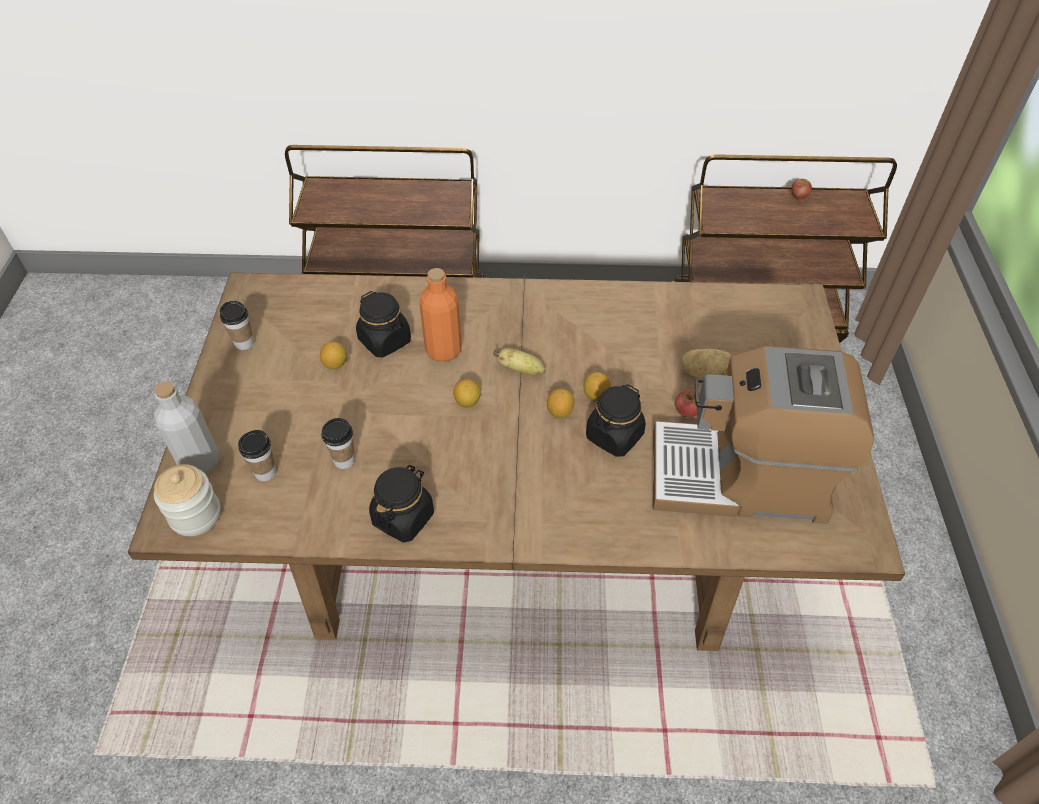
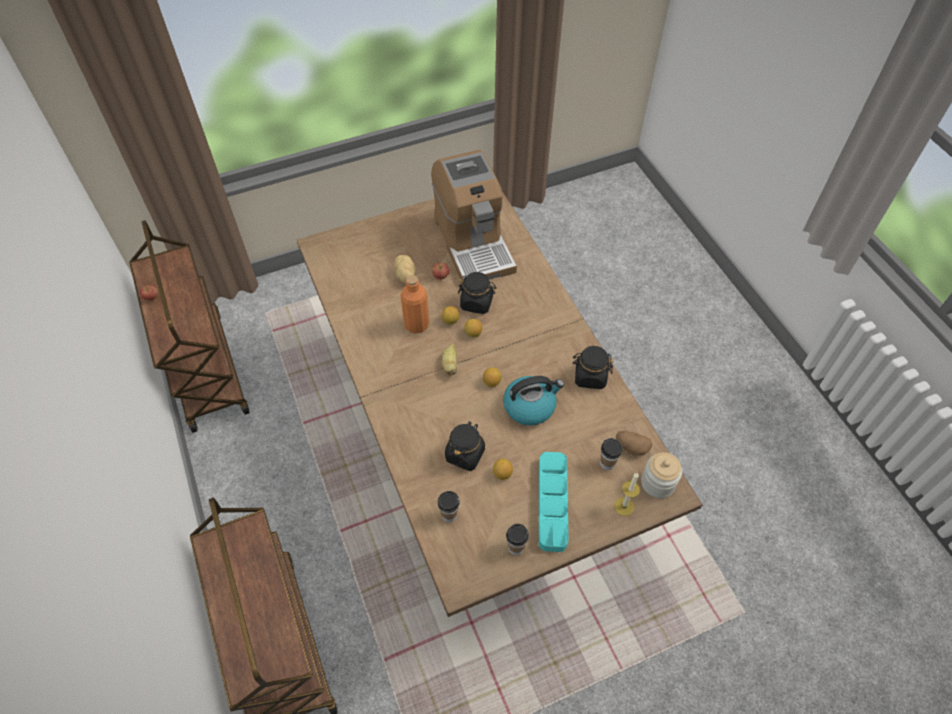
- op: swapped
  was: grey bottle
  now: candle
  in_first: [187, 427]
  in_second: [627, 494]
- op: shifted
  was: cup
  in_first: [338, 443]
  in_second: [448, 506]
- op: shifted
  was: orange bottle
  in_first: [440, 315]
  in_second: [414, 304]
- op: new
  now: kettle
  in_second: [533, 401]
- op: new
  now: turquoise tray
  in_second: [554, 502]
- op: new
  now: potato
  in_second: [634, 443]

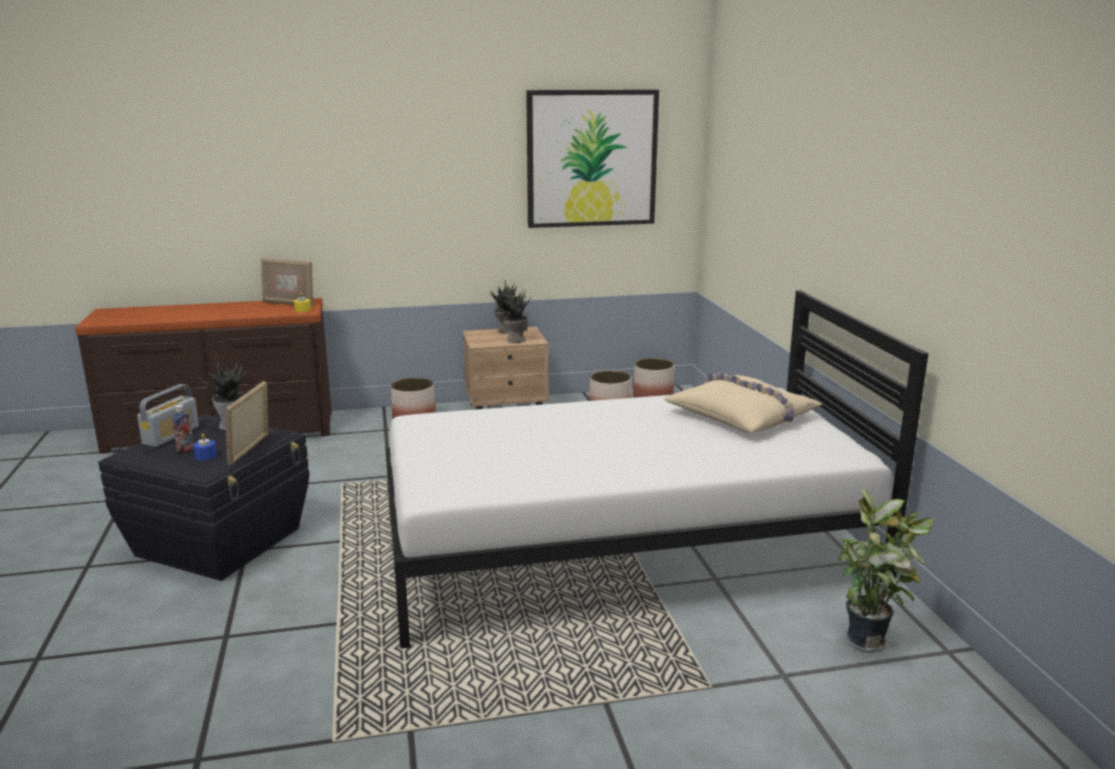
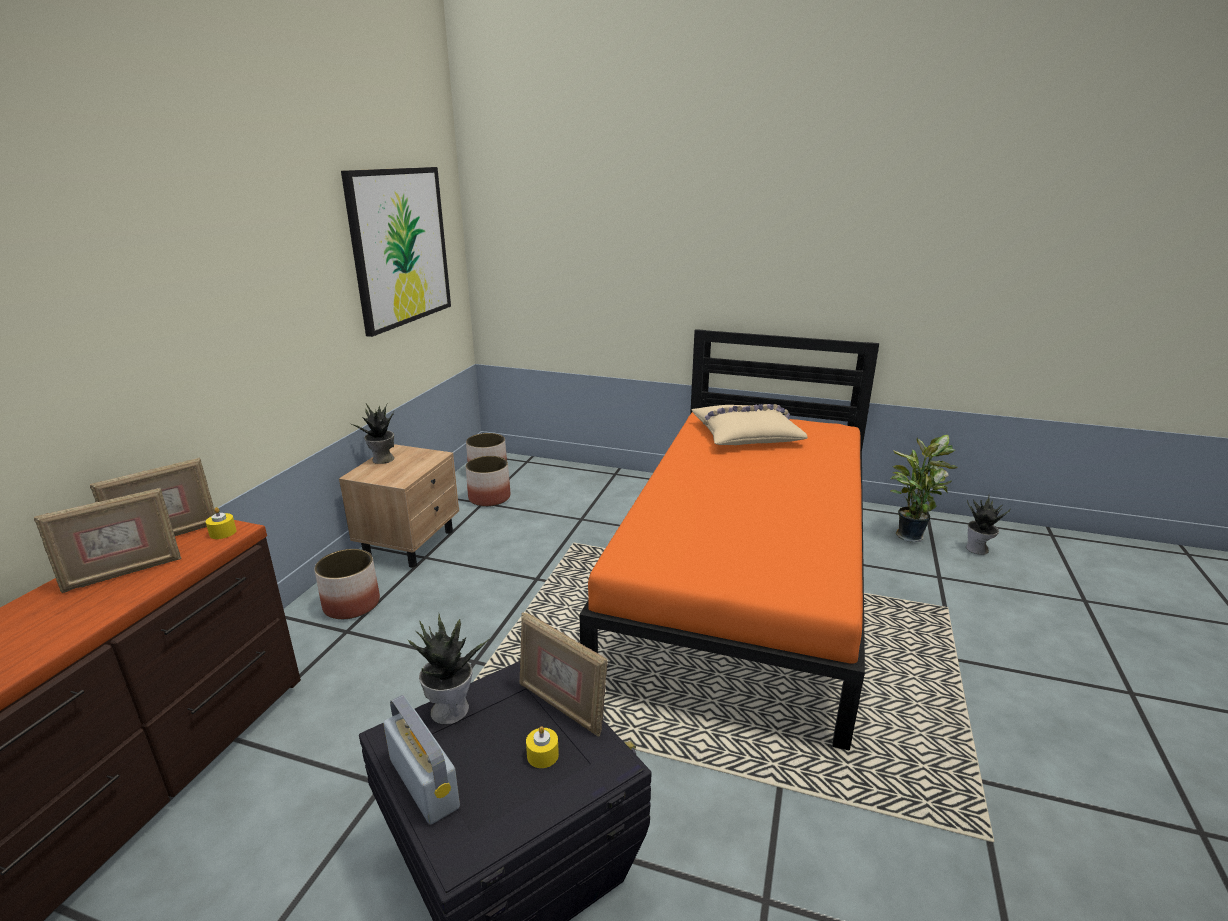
- op: gone
  was: bottle
  in_first: [183, 429]
- op: repainted
  was: blue candle
  now: yellow candle
  in_first: [205, 447]
  in_second: [542, 747]
- op: repainted
  was: white bed
  now: orange bed
  in_first: [657, 469]
  in_second: [729, 540]
- op: shifted
  was: potted plant
  in_first: [512, 315]
  in_second: [988, 525]
- op: new
  now: picture frame
  in_second: [107, 540]

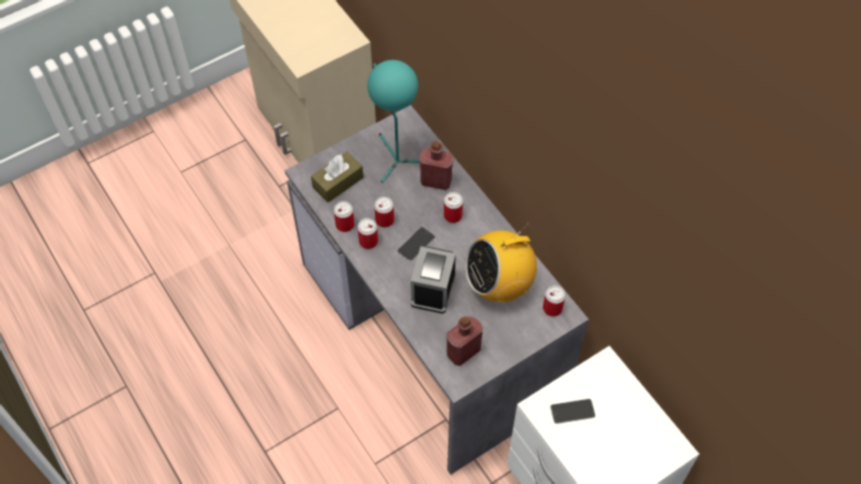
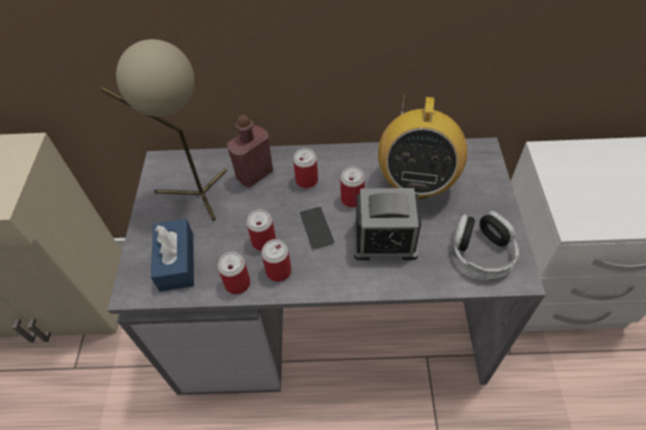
- op: repainted
  was: brown tissue box
  now: blue tissue box
  in_first: [337, 177]
  in_second: [172, 255]
- op: repainted
  was: turquoise table lamp
  now: beige table lamp
  in_first: [393, 121]
  in_second: [164, 130]
- op: rotated
  was: alarm clock
  in_first: [433, 280]
  in_second: [387, 224]
  clockwise: -45
- op: swapped
  was: red bottle
  now: headphones
  in_first: [464, 341]
  in_second: [485, 245]
- op: shifted
  was: can
  in_first: [554, 301]
  in_second: [352, 187]
- op: gone
  was: phone
  in_first: [572, 411]

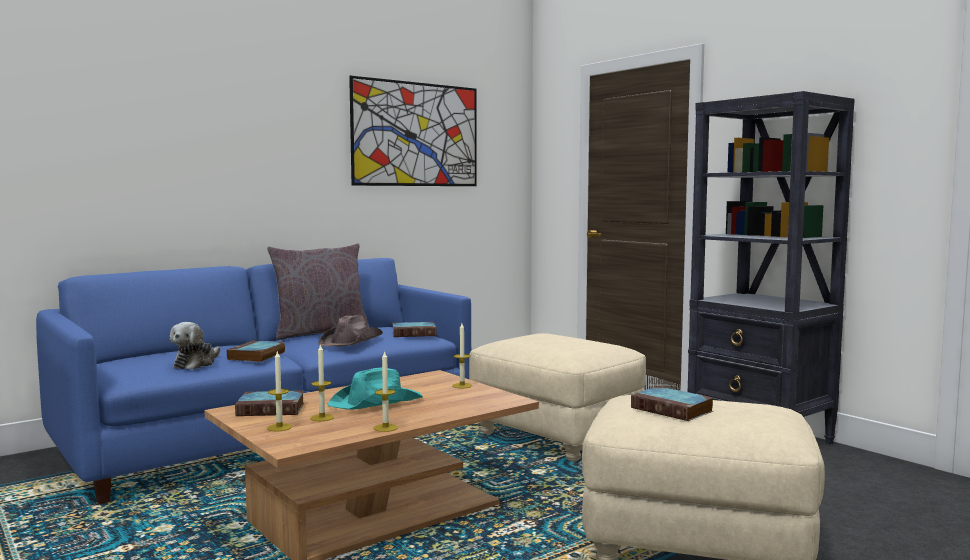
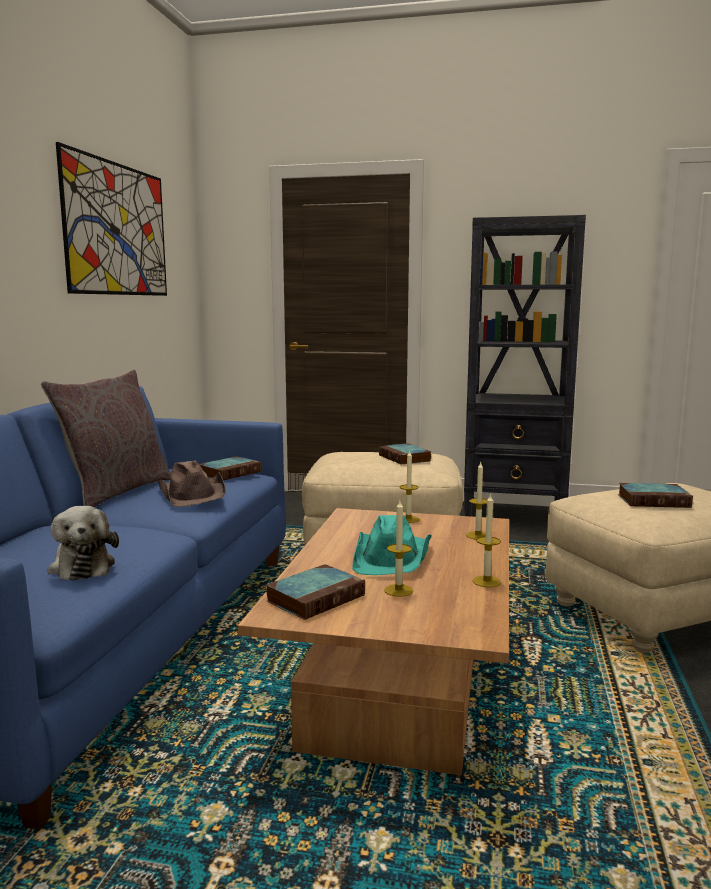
- op: shifted
  was: book
  in_first: [256, 351]
  in_second: [405, 454]
- op: shifted
  was: candle
  in_first: [279, 391]
  in_second: [476, 501]

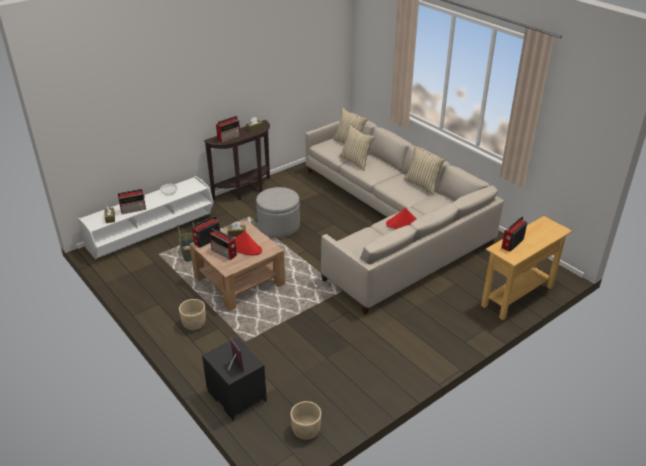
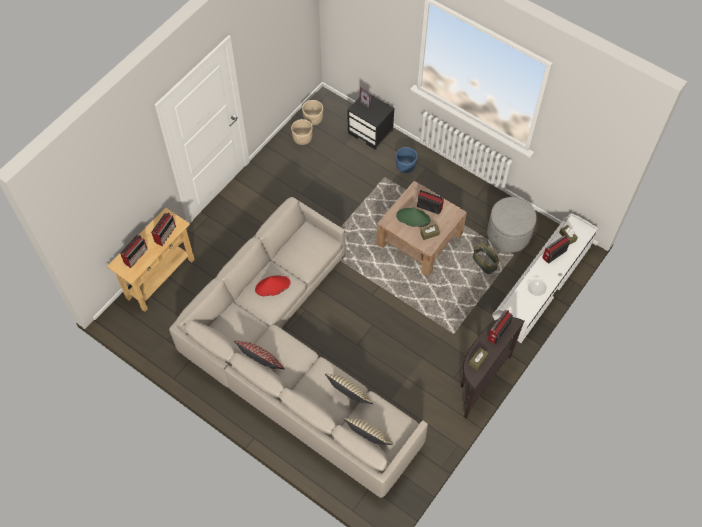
- op: shifted
  was: beige planter
  in_first: [192, 314]
  in_second: [302, 132]
- op: shifted
  was: radio
  in_first: [206, 232]
  in_second: [134, 251]
- op: repainted
  was: red hat
  now: green hat
  in_first: [248, 243]
  in_second: [413, 217]
- op: shifted
  was: grey ottoman
  in_first: [278, 212]
  in_second: [512, 225]
- op: repainted
  was: beige pillow
  now: red pillow
  in_first: [424, 170]
  in_second: [259, 354]
- op: new
  now: blue planter
  in_second: [406, 160]

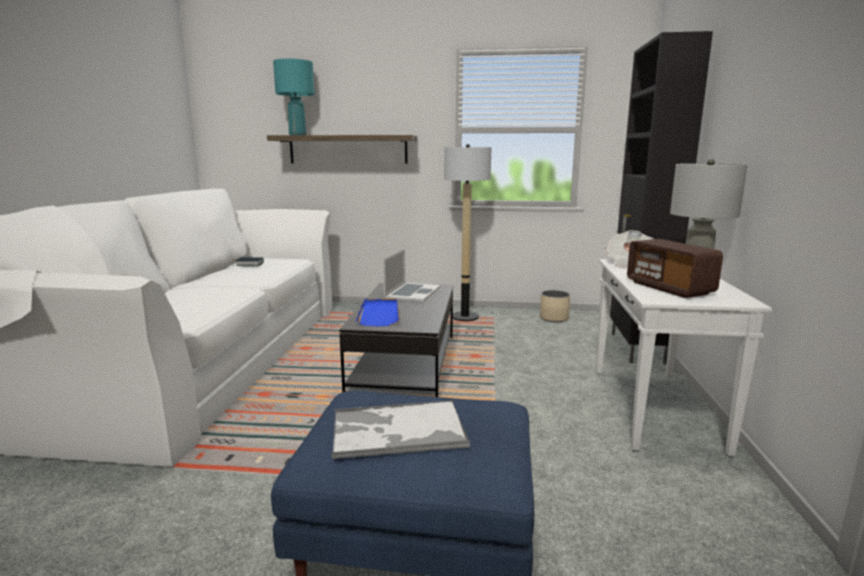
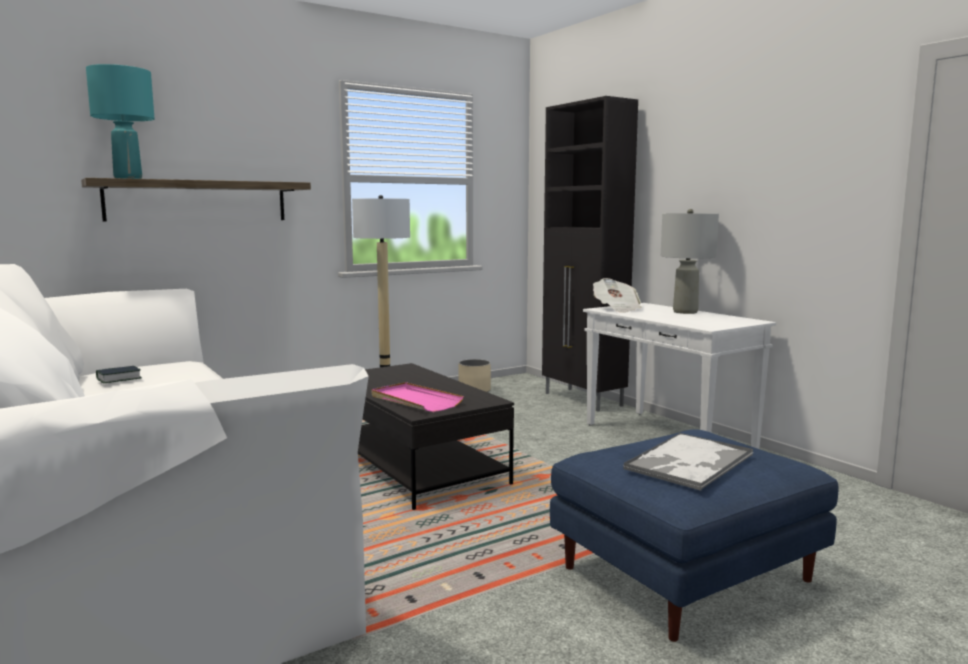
- op: repainted
  was: blue tray
  now: pink tray
  in_first: [378, 313]
  in_second: [418, 397]
- op: gone
  was: laptop
  in_first: [411, 275]
- op: gone
  was: radio
  in_first: [675, 268]

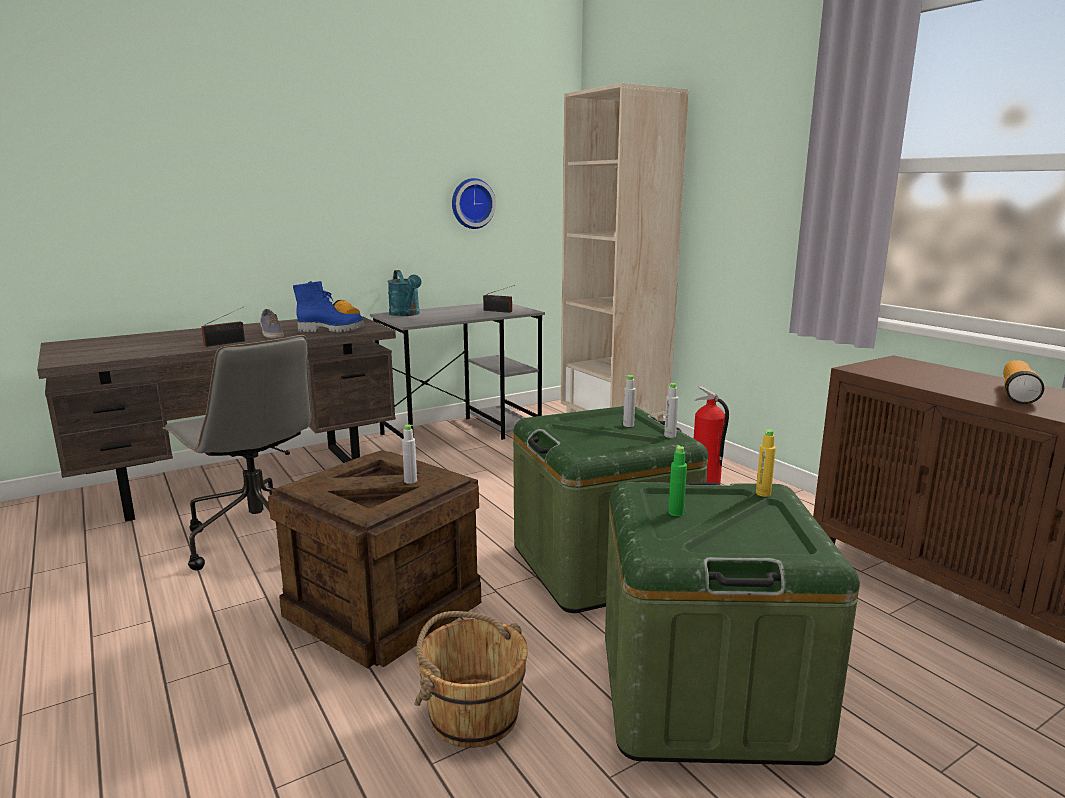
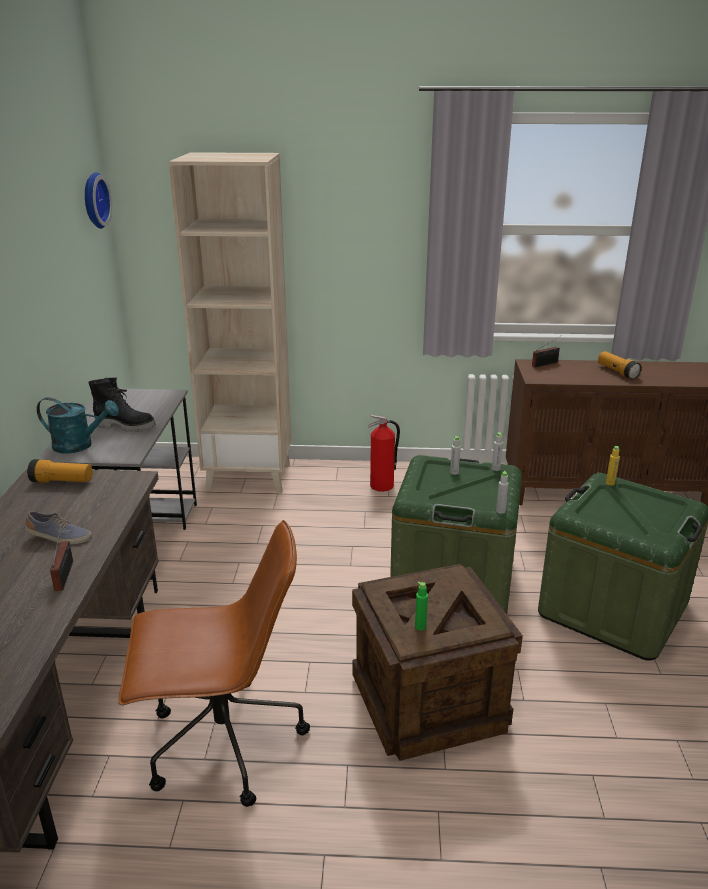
- op: repainted
  was: grey office chair
  now: brown office chair
  in_first: [237, 452]
  in_second: [214, 663]
- op: gone
  was: blue boot
  in_first: [329, 306]
- op: shifted
  was: grey bottle
  in_first: [409, 454]
  in_second: [502, 492]
- op: gone
  was: brown bucket
  in_first: [471, 679]
- op: shifted
  was: wall clock
  in_first: [474, 203]
  in_second: [98, 200]
- op: shifted
  was: radio
  in_first: [499, 299]
  in_second: [547, 351]
- op: shifted
  was: green bottle
  in_first: [677, 480]
  in_second: [421, 606]
- op: new
  now: black boot
  in_second: [122, 404]

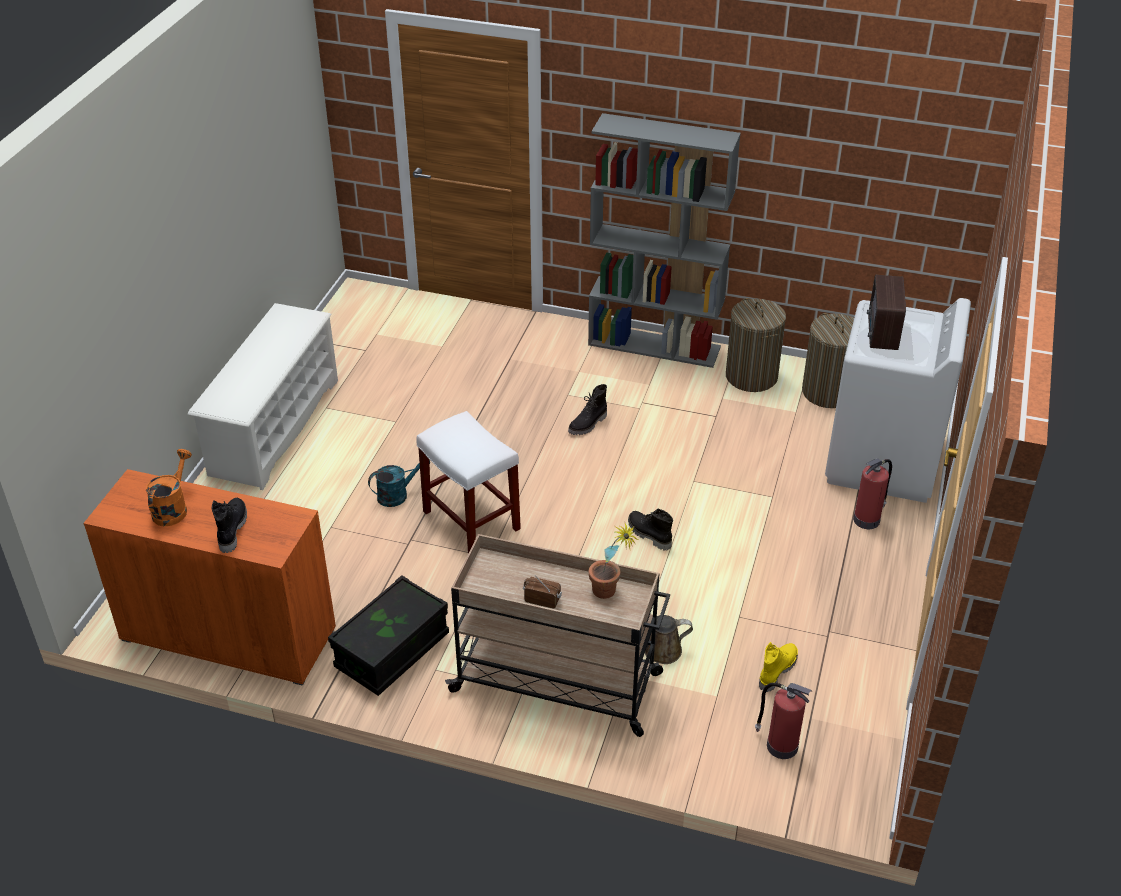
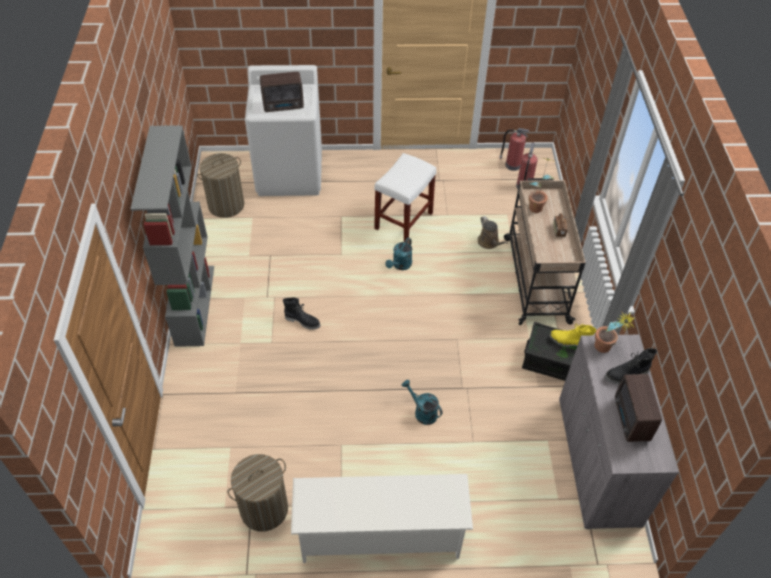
- op: repainted
  was: orange cabinet
  now: grey cabinet
  in_first: [209, 577]
  in_second: [619, 432]
- op: swapped
  was: orange watering can
  now: radio
  in_first: [169, 487]
  in_second: [638, 408]
- op: shifted
  was: white stool
  in_first: [468, 482]
  in_second: [405, 198]
- op: swapped
  was: black boot
  now: turquoise watering can
  in_first: [650, 530]
  in_second: [398, 254]
- op: shifted
  was: laundry basket
  in_first: [756, 345]
  in_second: [257, 493]
- op: shifted
  was: yellow boot
  in_first: [778, 667]
  in_second: [572, 335]
- op: shifted
  was: fire extinguisher
  in_first: [872, 493]
  in_second: [514, 149]
- op: new
  now: potted plant
  in_second: [615, 332]

